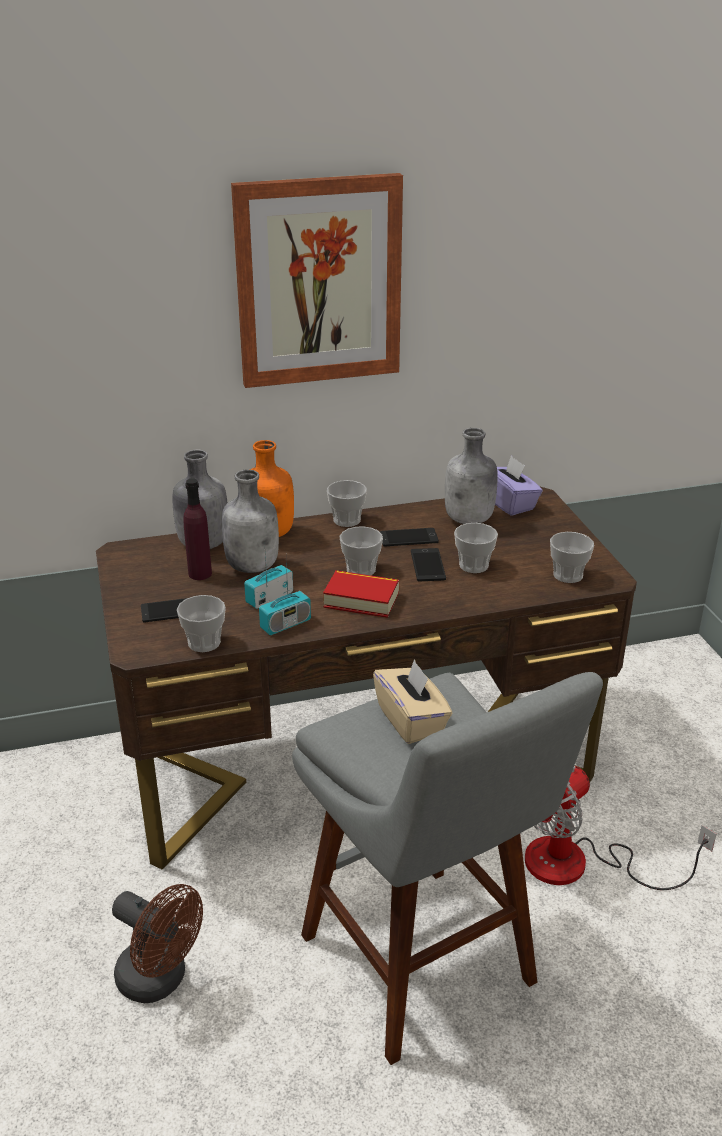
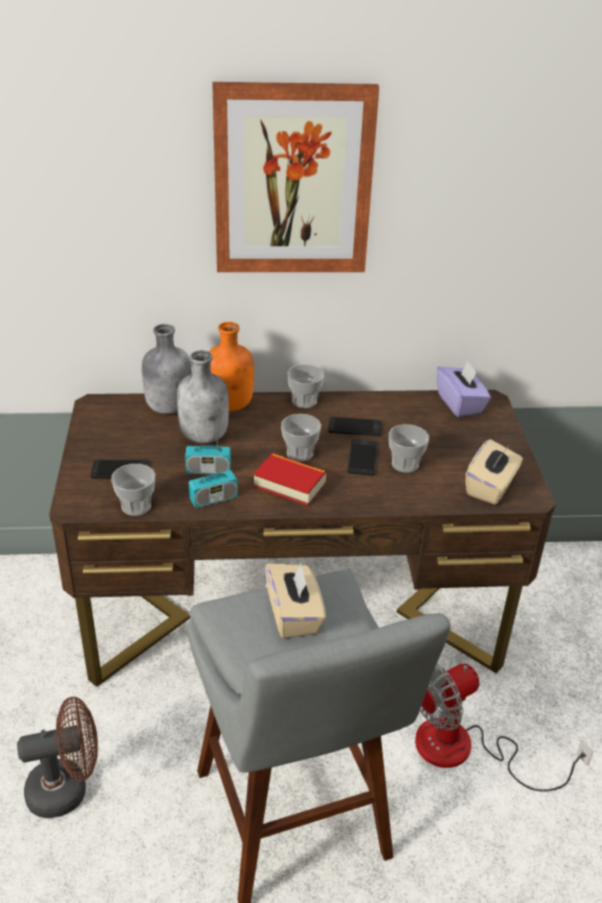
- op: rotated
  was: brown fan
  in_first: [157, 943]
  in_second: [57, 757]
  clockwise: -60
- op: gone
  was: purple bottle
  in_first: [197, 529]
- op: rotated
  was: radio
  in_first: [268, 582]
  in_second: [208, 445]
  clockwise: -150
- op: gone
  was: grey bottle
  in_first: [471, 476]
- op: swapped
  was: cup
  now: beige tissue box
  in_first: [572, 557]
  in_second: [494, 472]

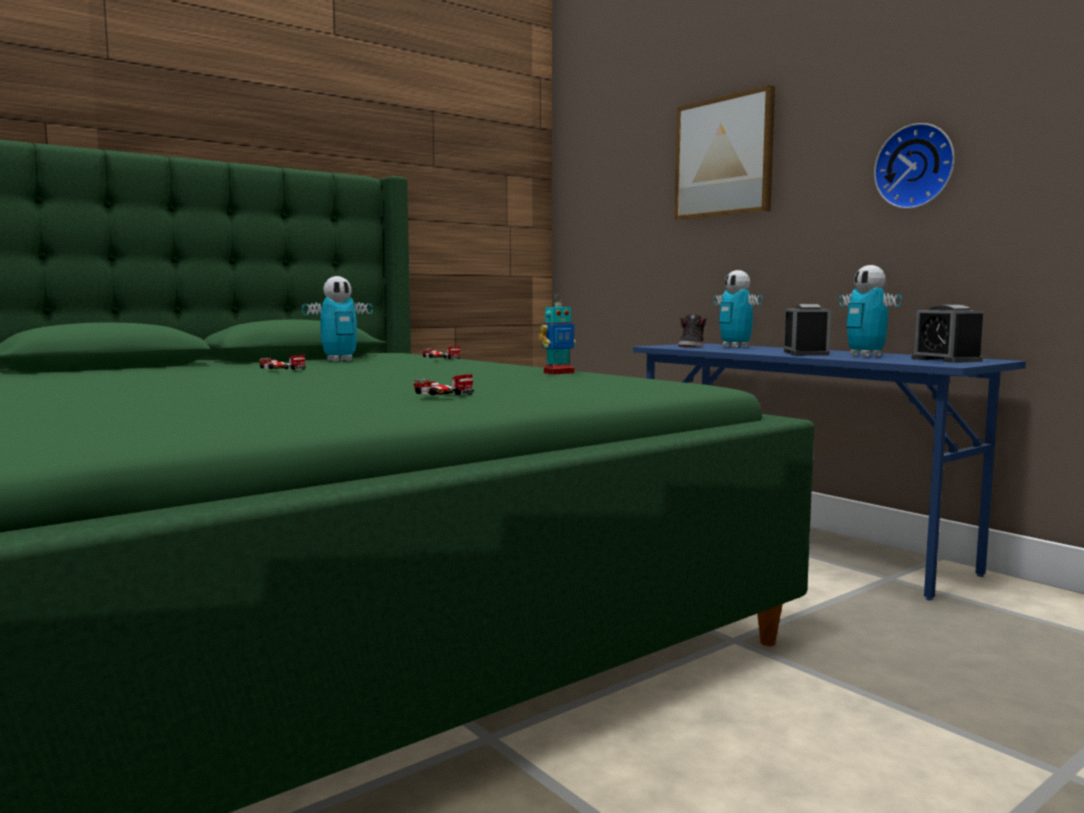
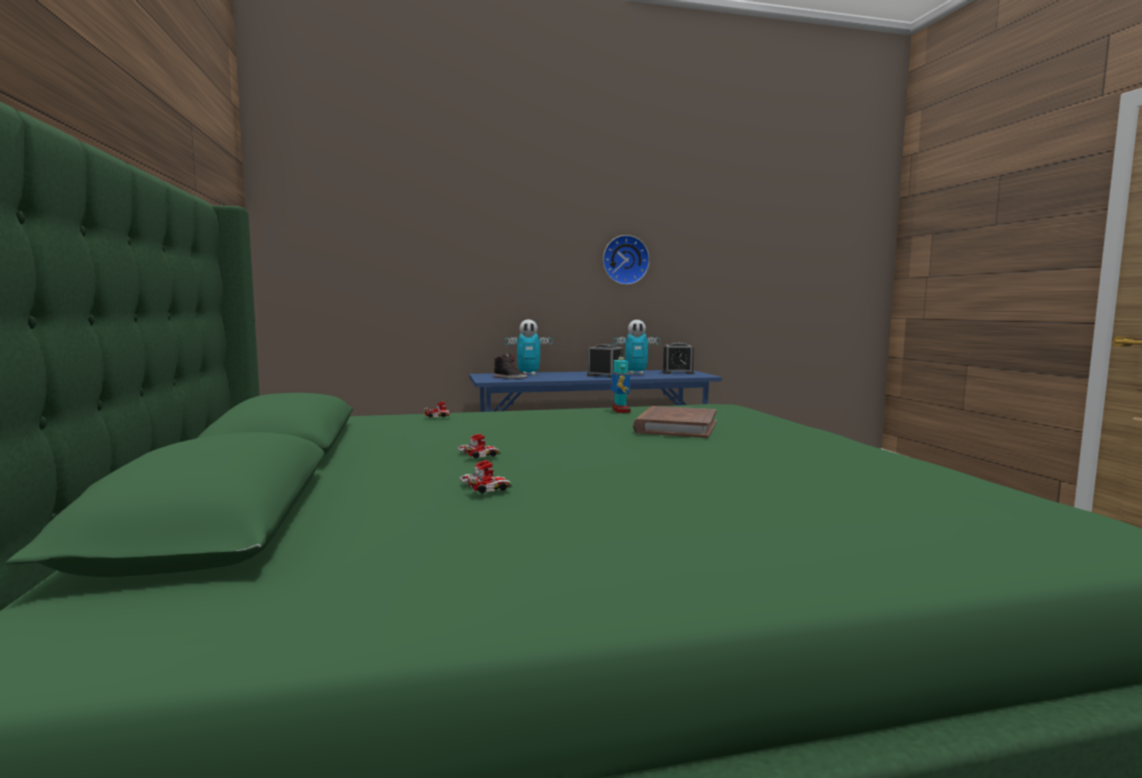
- op: gone
  was: toy robot
  in_first: [337, 318]
- op: shifted
  was: toy car
  in_first: [444, 385]
  in_second: [485, 476]
- op: gone
  was: picture
  in_first: [725, 152]
- op: new
  now: brown book
  in_second: [675, 422]

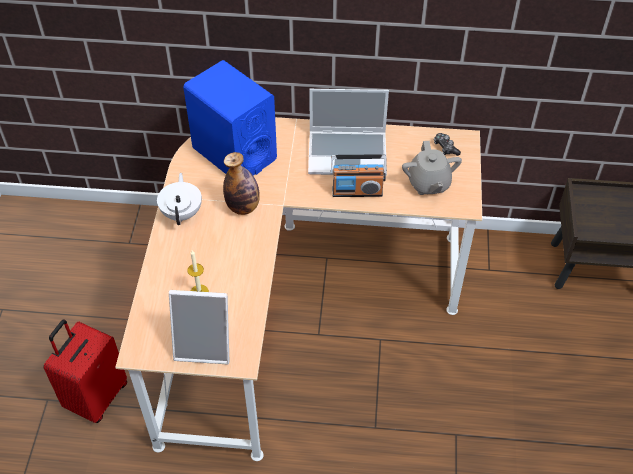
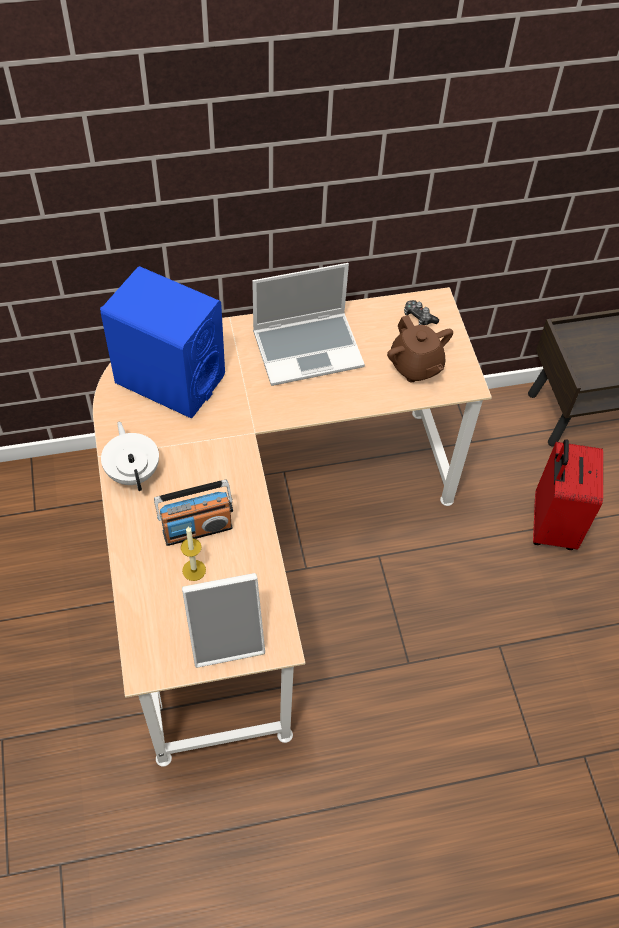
- op: shifted
  was: red suitcase
  in_first: [85, 371]
  in_second: [568, 494]
- op: gone
  was: bottle
  in_first: [241, 183]
- op: shifted
  was: radio
  in_first: [358, 176]
  in_second: [193, 513]
- op: repainted
  was: grey teapot
  now: brown teapot
  in_first: [432, 168]
  in_second: [420, 348]

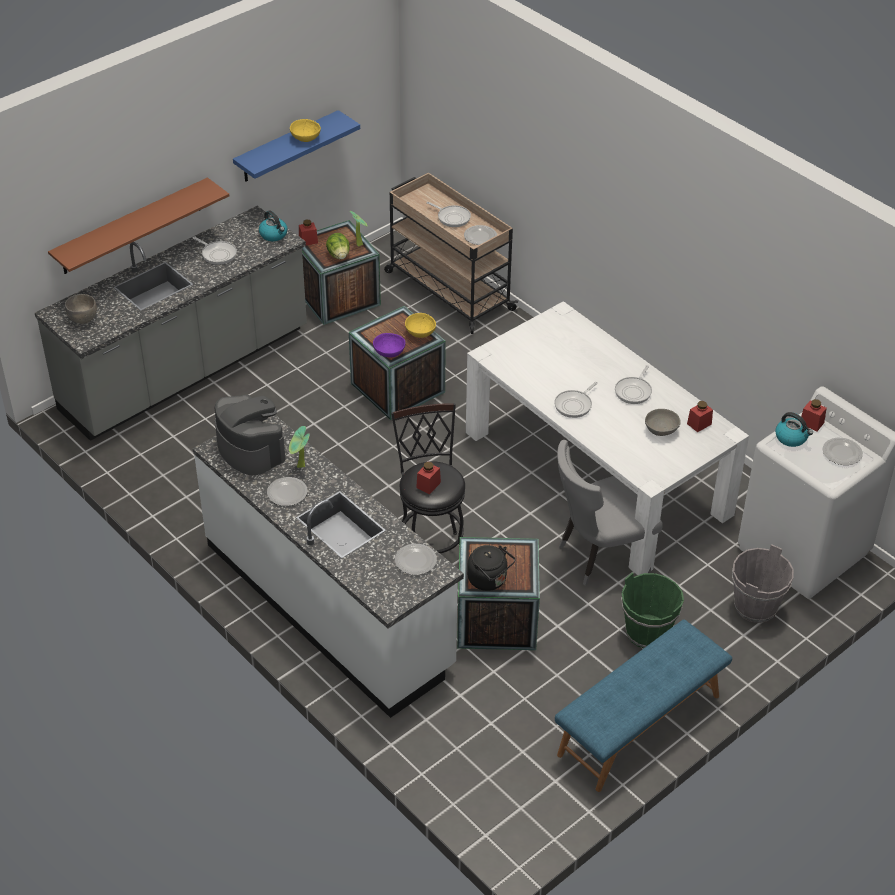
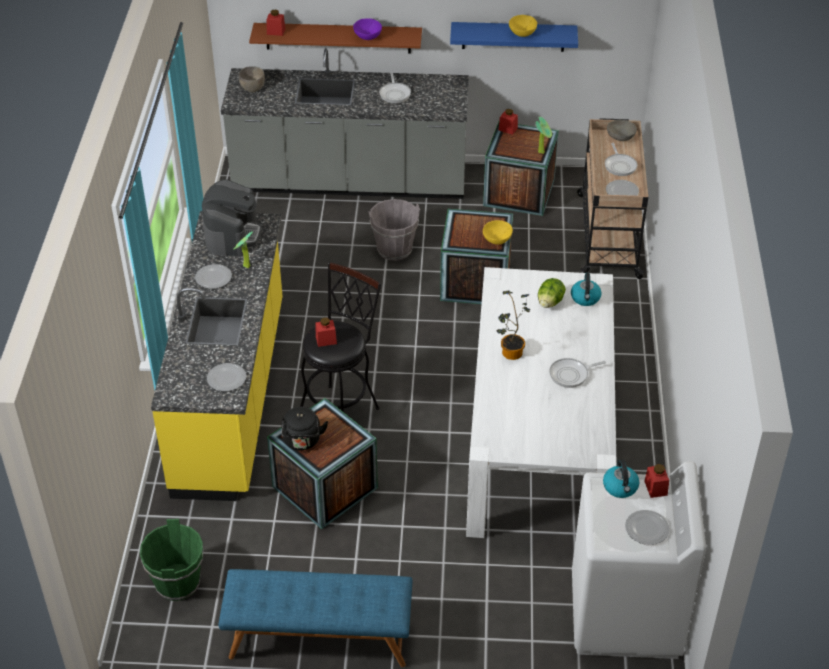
- op: repainted
  was: white counter
  now: yellow counter
  in_first: [328, 566]
  in_second: [216, 356]
- op: shifted
  was: kettle
  in_first: [273, 225]
  in_second: [586, 289]
- op: shifted
  was: lettuce
  in_first: [338, 246]
  in_second: [552, 293]
- op: shifted
  was: purple bowl
  in_first: [389, 345]
  in_second: [367, 29]
- op: swapped
  was: frying pan
  now: potted plant
  in_first: [576, 400]
  in_second: [513, 325]
- op: gone
  was: grey chair
  in_first: [610, 513]
- op: shifted
  was: green bucket
  in_first: [652, 610]
  in_second: [172, 560]
- op: shifted
  was: grey bowl
  in_first: [663, 422]
  in_second: [622, 130]
- op: shifted
  was: red jar
  in_first: [700, 416]
  in_second: [275, 22]
- op: shifted
  was: grey bucket
  in_first: [763, 583]
  in_second: [394, 230]

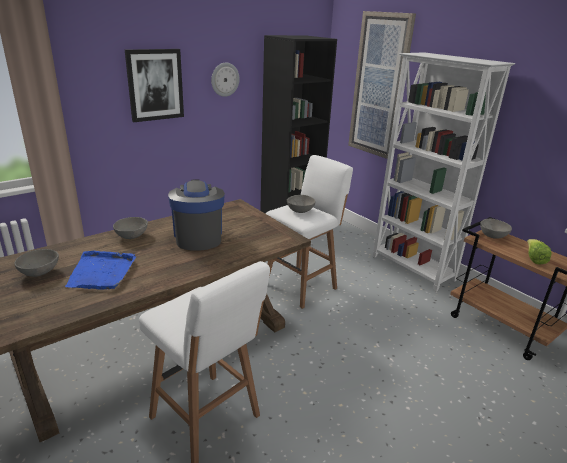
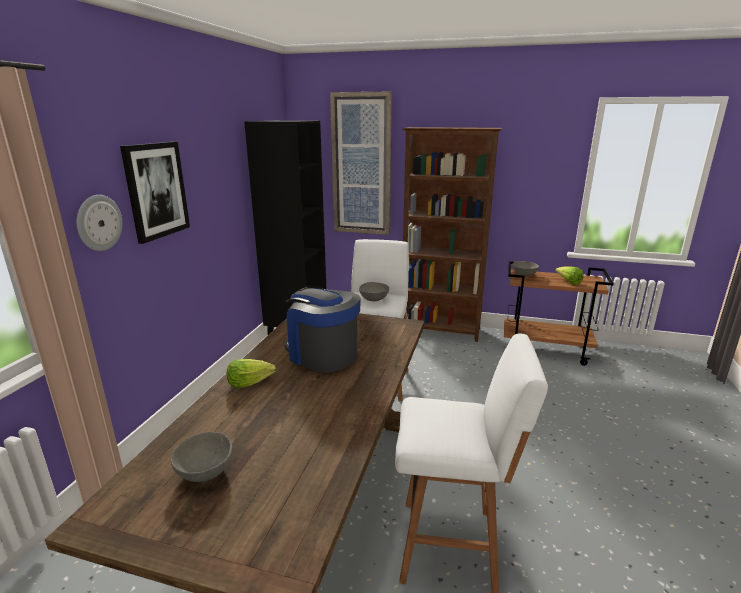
- op: gone
  was: blue tray
  in_first: [100, 270]
- op: swapped
  was: grey bowl
  now: lettuce
  in_first: [130, 228]
  in_second: [251, 373]
- op: shifted
  was: wall clock
  in_first: [225, 80]
  in_second: [100, 223]
- op: repainted
  was: white bookcase
  now: brown bookcase
  in_first: [444, 172]
  in_second: [452, 234]

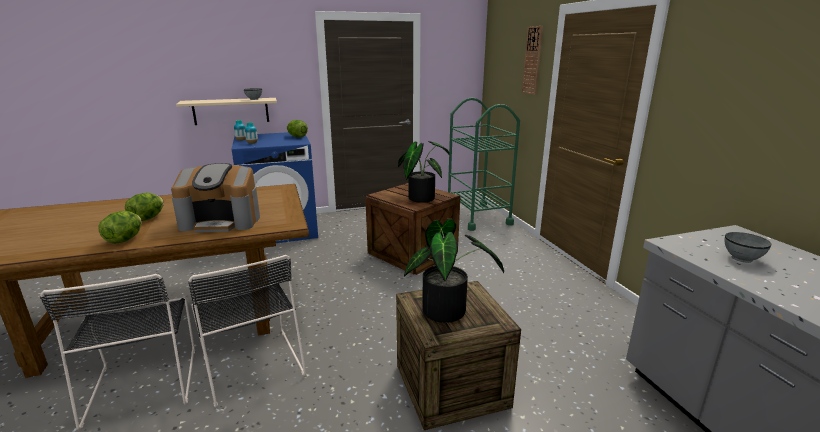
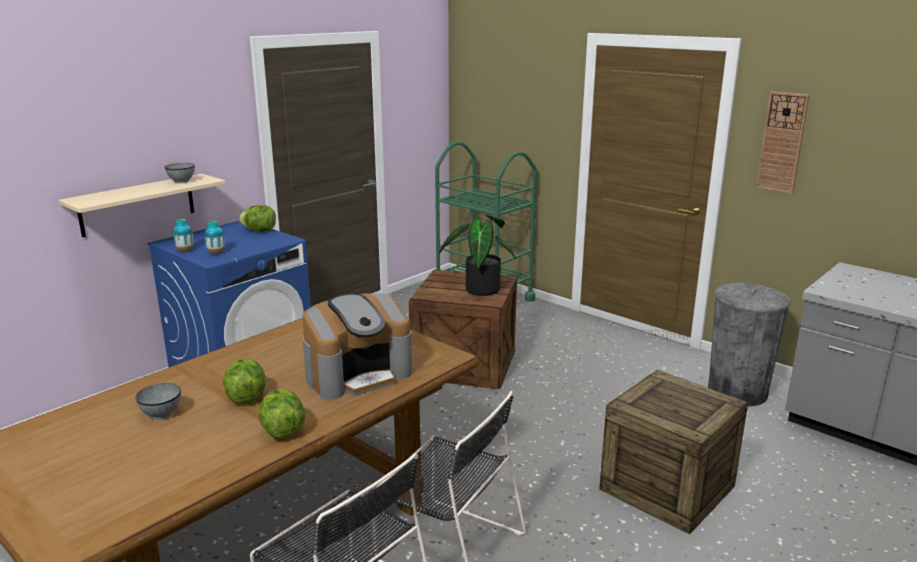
- op: gone
  was: potted plant
  in_first: [454, 271]
- op: shifted
  was: wall clock
  in_first: [532, 60]
  in_second: [782, 142]
- op: shifted
  was: grey bowl
  in_first: [748, 247]
  in_second: [158, 401]
- op: new
  now: grey trash can
  in_second: [749, 344]

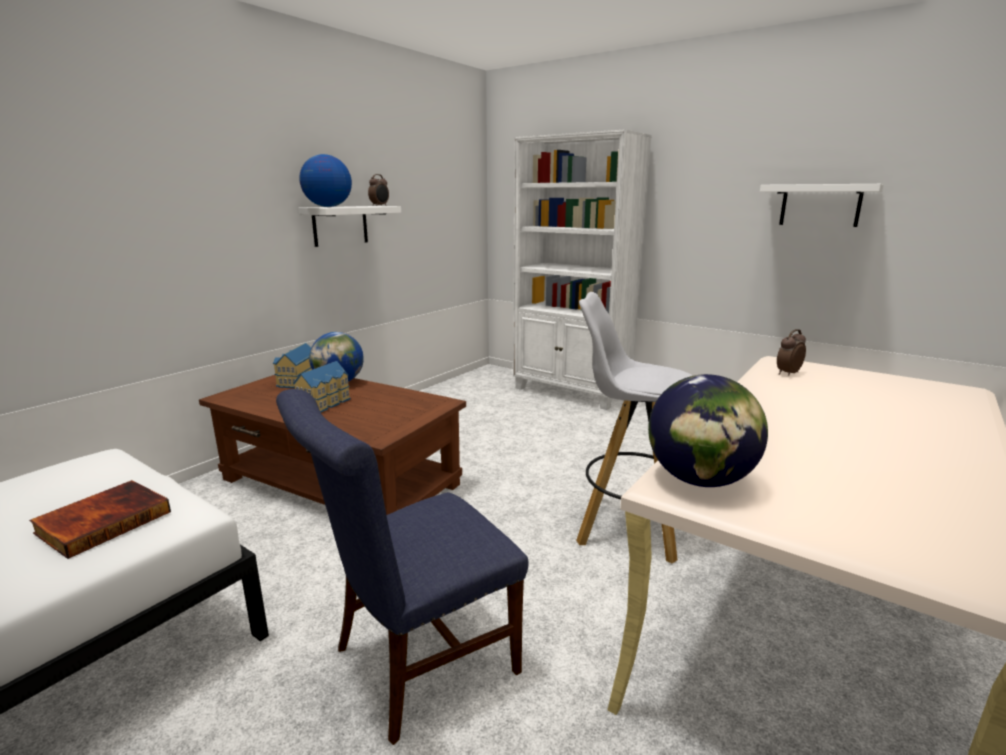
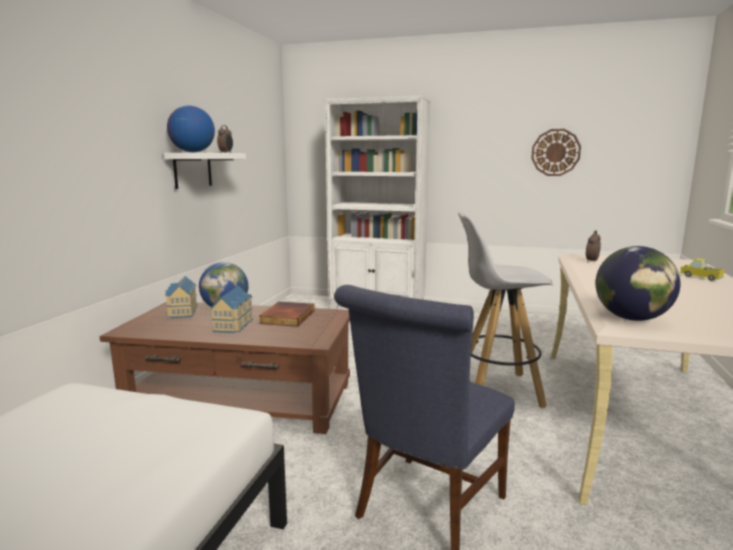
- op: shifted
  was: book
  in_first: [100, 519]
  in_second: [287, 314]
- op: swapped
  was: white shelf
  now: wall clock
  in_first: [822, 205]
  in_second: [556, 152]
- op: new
  now: toy truck
  in_second: [702, 269]

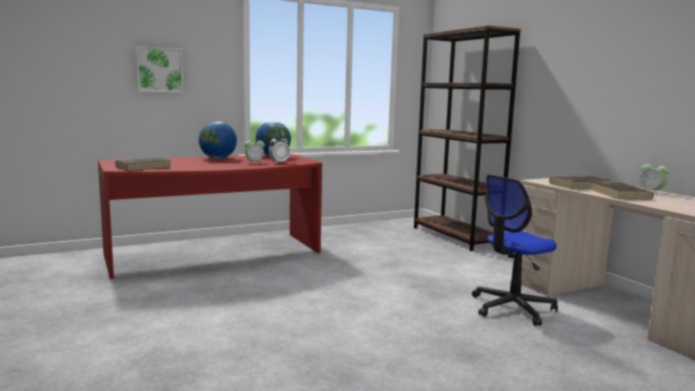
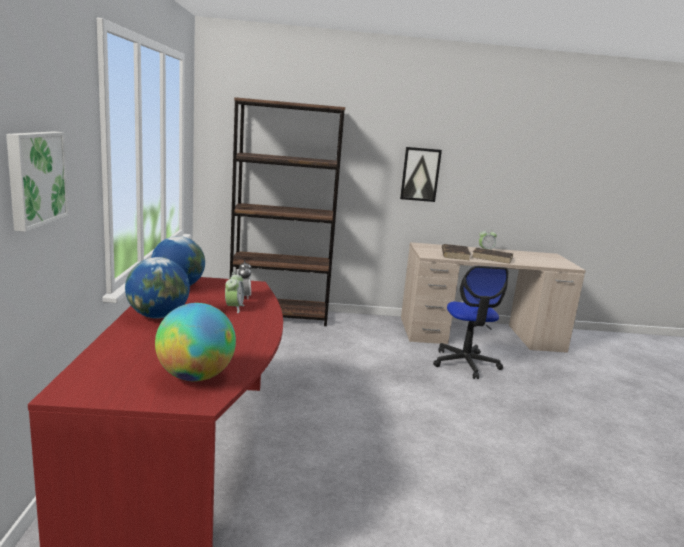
- op: swapped
  was: brown book
  now: globe
  in_first: [143, 164]
  in_second: [195, 342]
- op: new
  now: picture
  in_second: [421, 174]

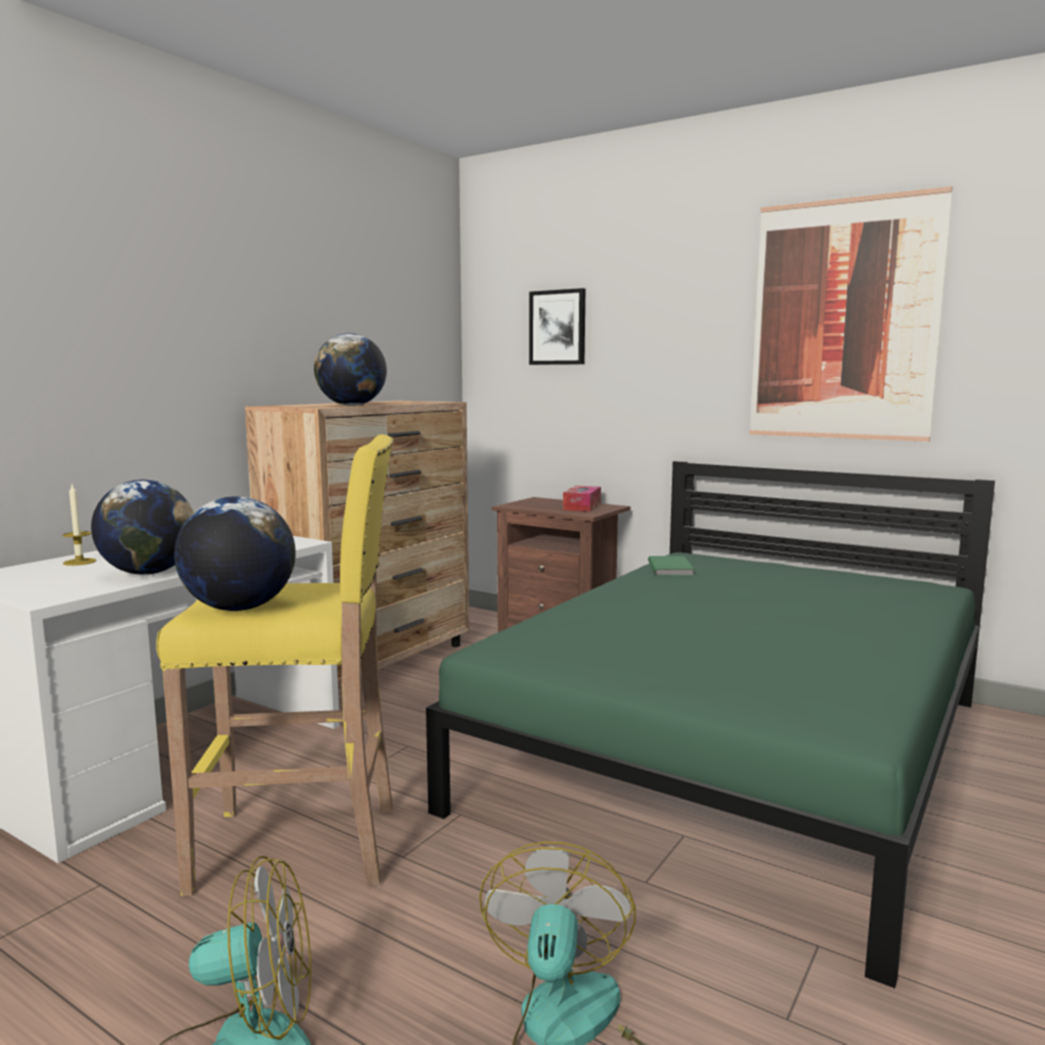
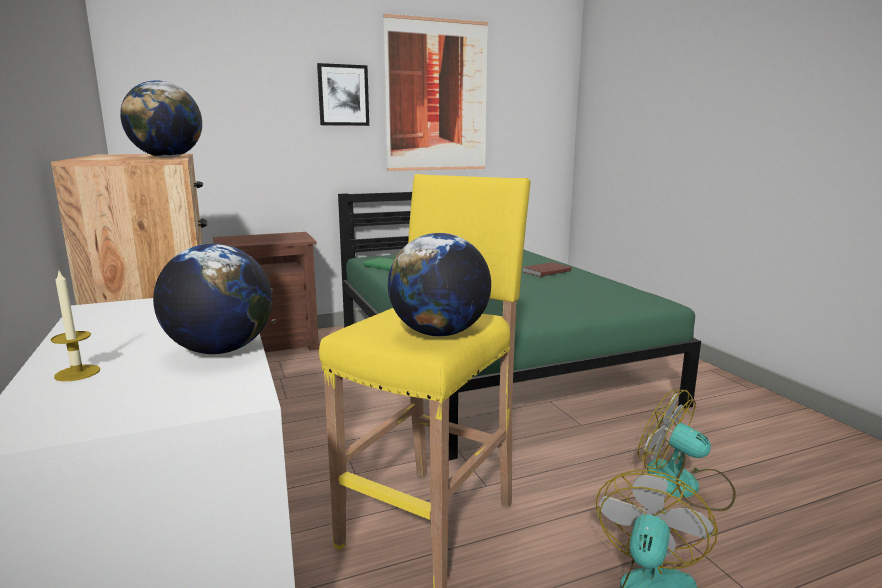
- op: shifted
  was: picture
  in_first: [557, 326]
  in_second: [343, 94]
- op: gone
  was: tissue box
  in_first: [582, 499]
- op: new
  now: brown book
  in_second: [547, 269]

